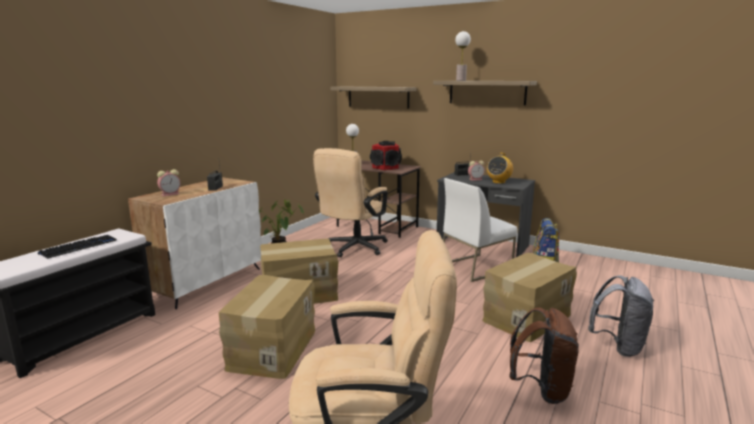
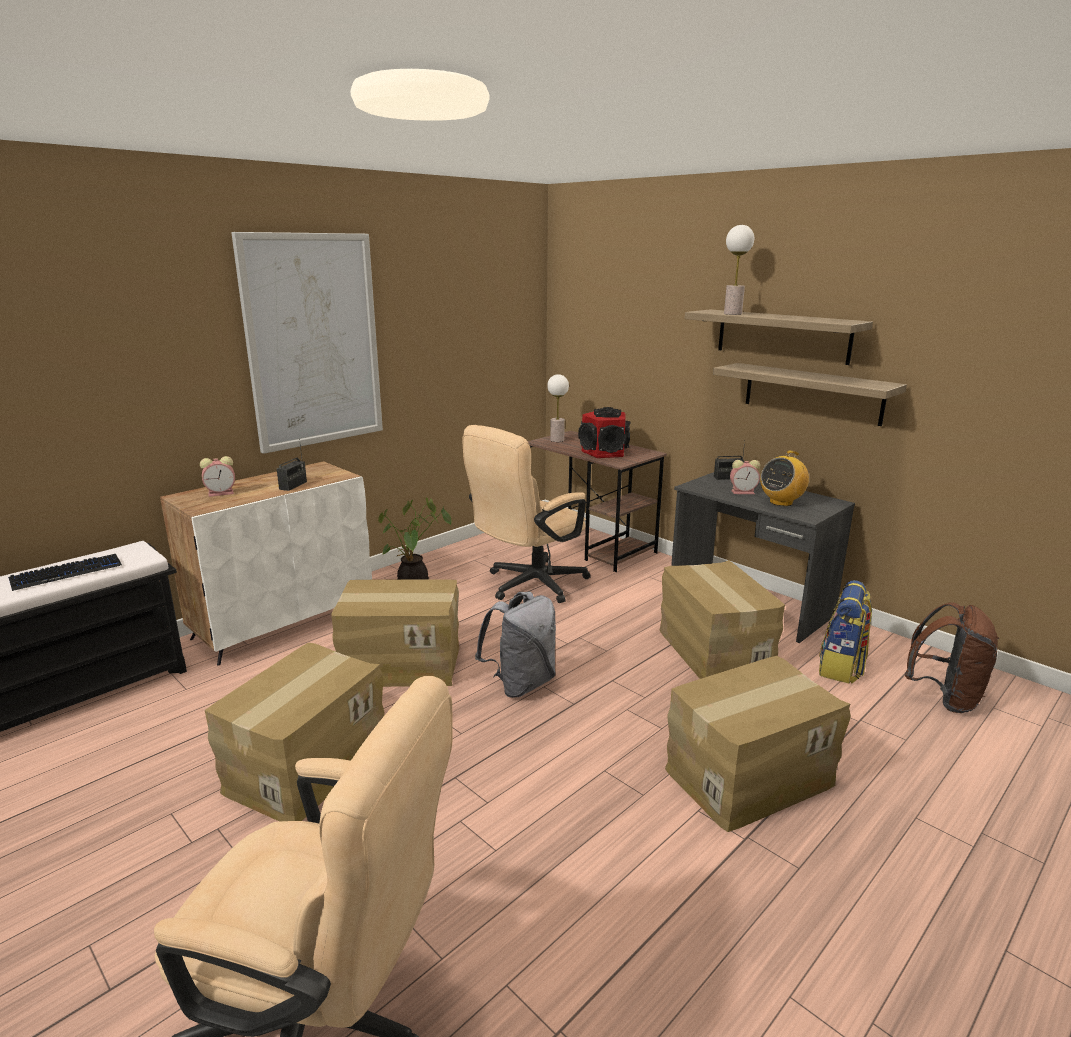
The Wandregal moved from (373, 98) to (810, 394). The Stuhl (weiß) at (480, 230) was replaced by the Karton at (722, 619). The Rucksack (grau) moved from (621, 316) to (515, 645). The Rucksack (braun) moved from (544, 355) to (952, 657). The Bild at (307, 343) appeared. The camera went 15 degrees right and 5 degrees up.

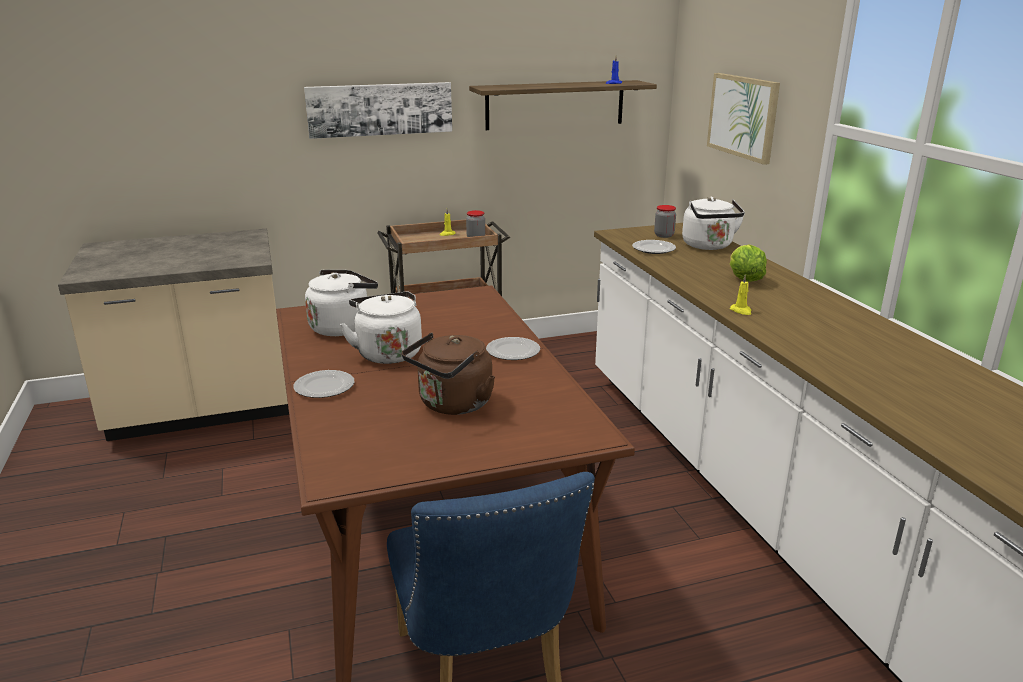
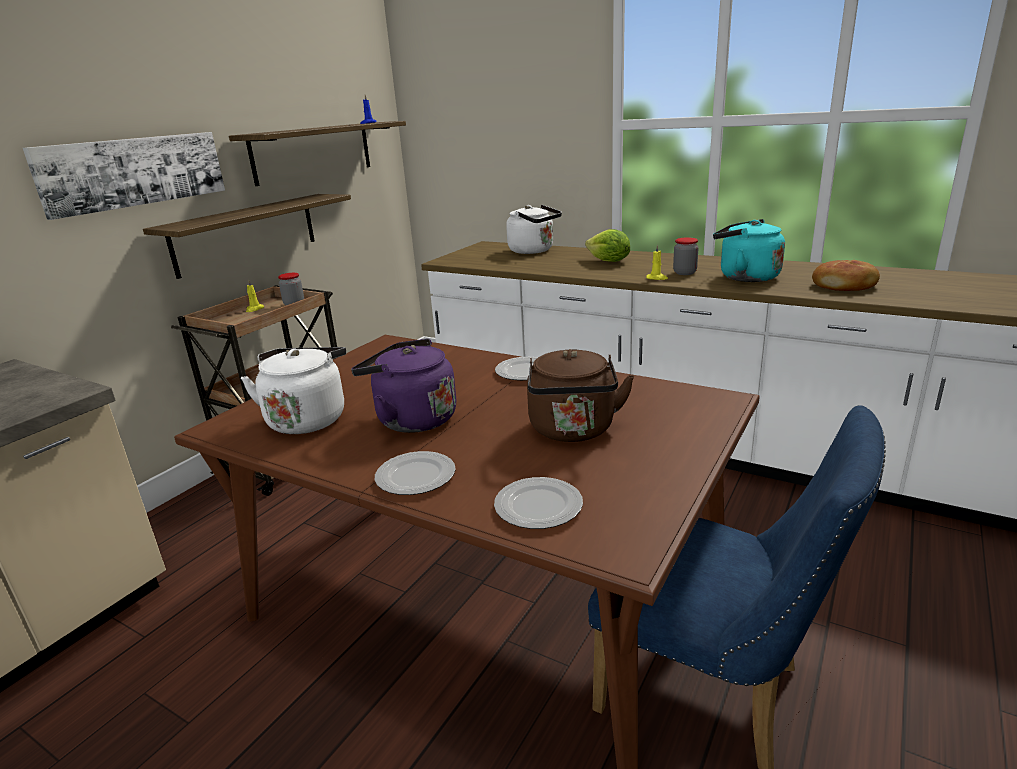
The Bild at (743, 119) disappeared. The Vorratsglas moved from (665, 221) to (686, 256). The Teller moved from (654, 247) to (538, 503). The Wasserkessel (weiß) at (381, 328) became the Wasserkessel (lila) at (403, 386). The Wandregal at (247, 236) appeared. The Wasserkessel (türkis) at (749, 250) appeared. The Brot at (846, 275) appeared. The camera went 40 degrees left and 0 degrees up.

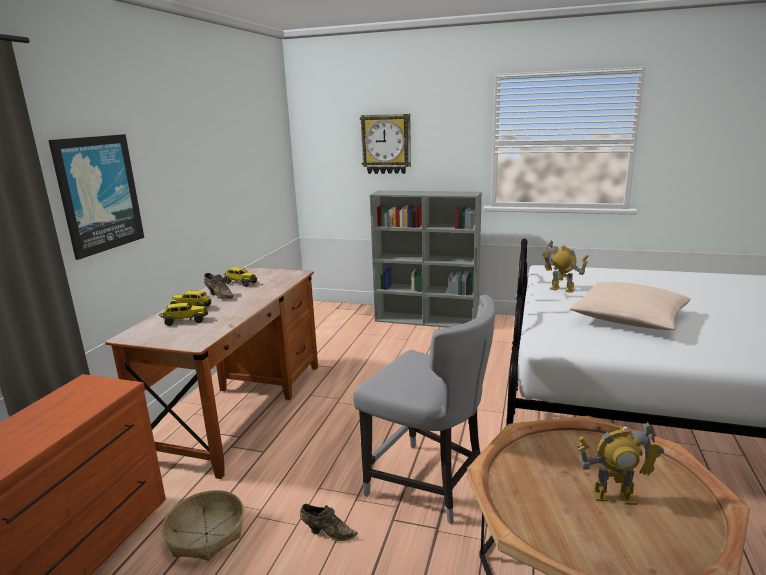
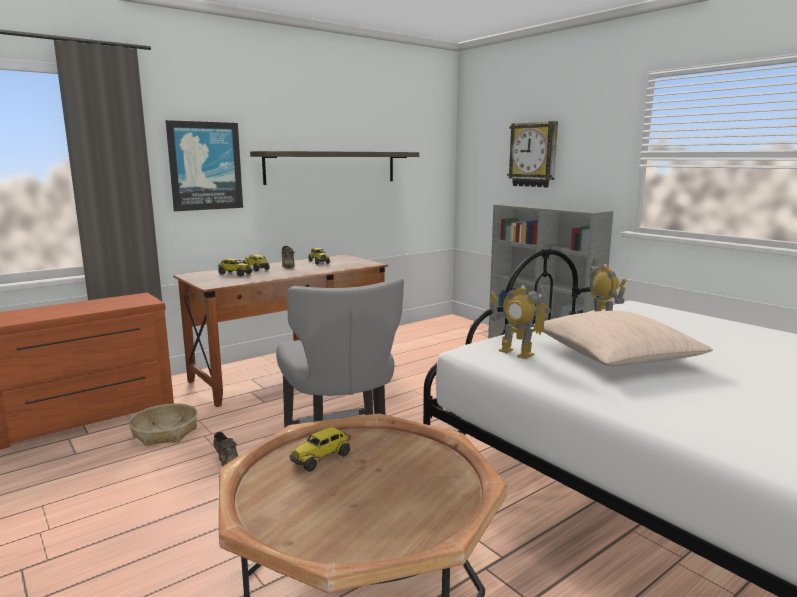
The Spielzeugroboter moved from (620, 463) to (520, 321). The Wandregal at (334, 168) appeared. The Spielzeuglaster at (320, 449) appeared. The camera went 35 degrees right and 5 degrees down.

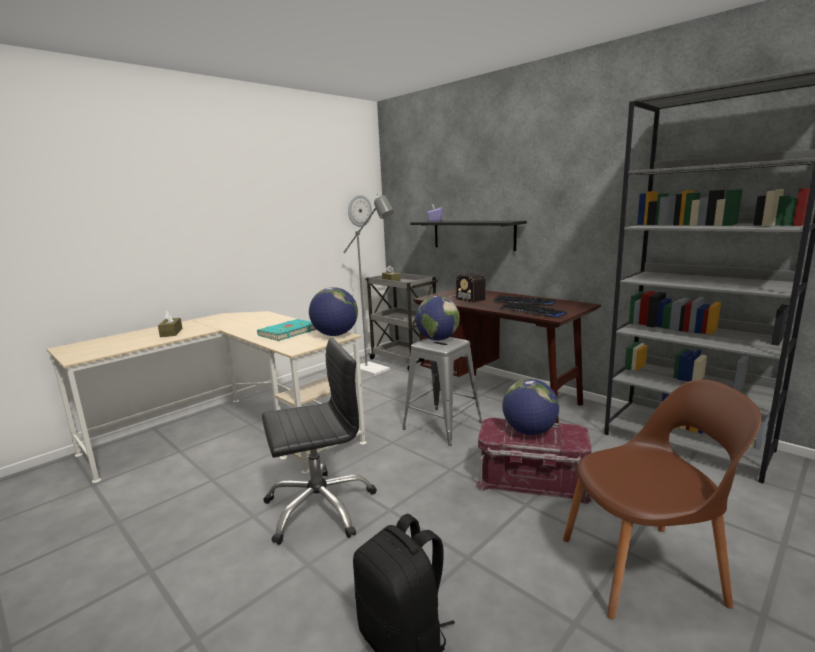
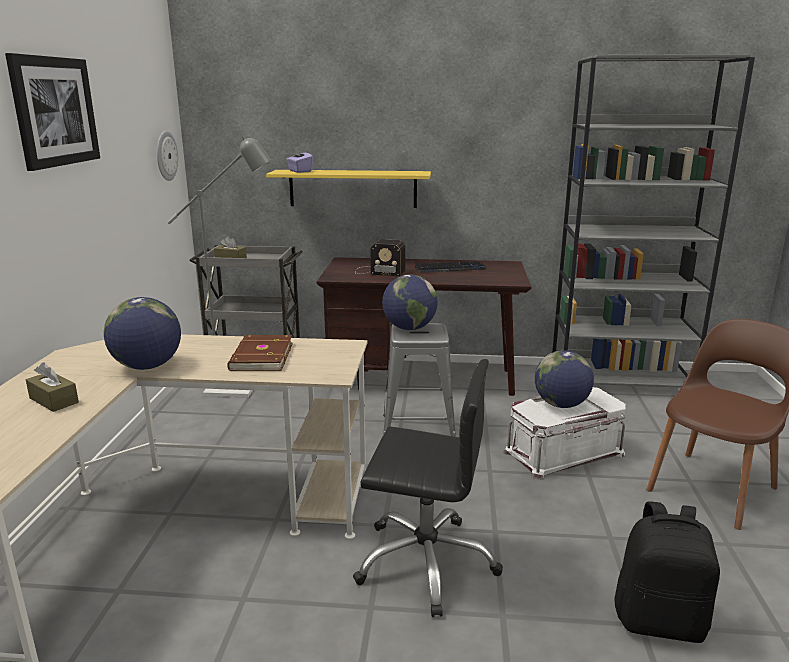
The Wandregal (schwarz) at (468, 236) became the Wandregal (gelb) at (348, 189). The Globus moved from (333, 311) to (142, 333). The Tastatur at (533, 310) disappeared. The Buch (türkis) at (287, 330) became the Buch (braun) at (260, 353). The Bürostuhl (schwarz) at (319, 441) turned 75 degrees clockwise. The Aufbewahrungsbox (rot) at (533, 461) became the Aufbewahrungsbox (weiß) at (564, 433). The Bild at (52, 112) appeared. The camera went 40 degrees left and 5 degrees up.

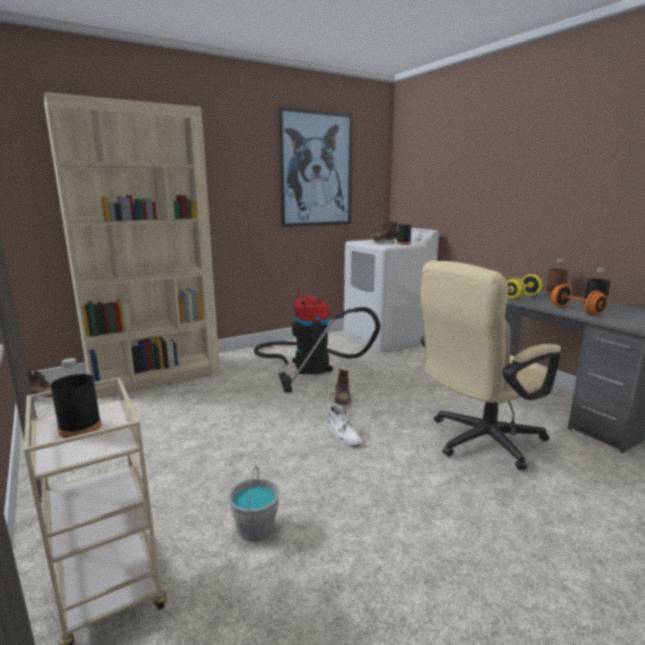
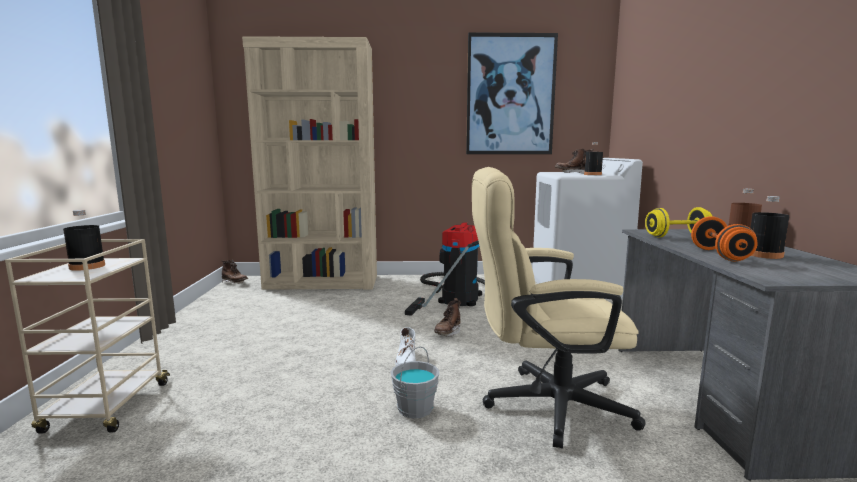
The Eimer (grau) moved from (254, 504) to (415, 382). The camera went 30 degrees right and 5 degrees down.

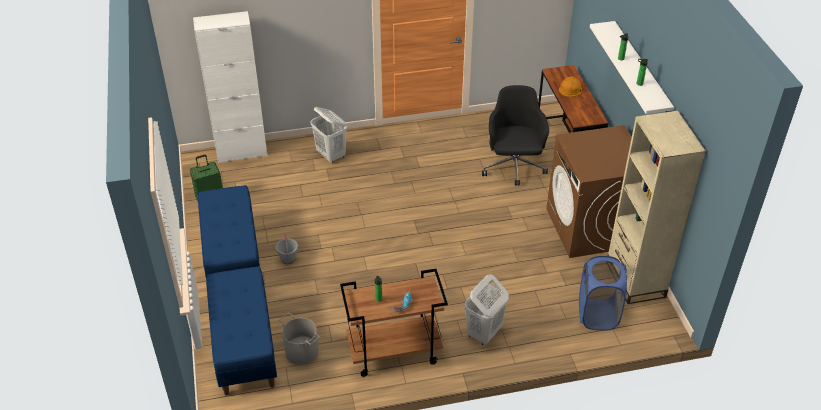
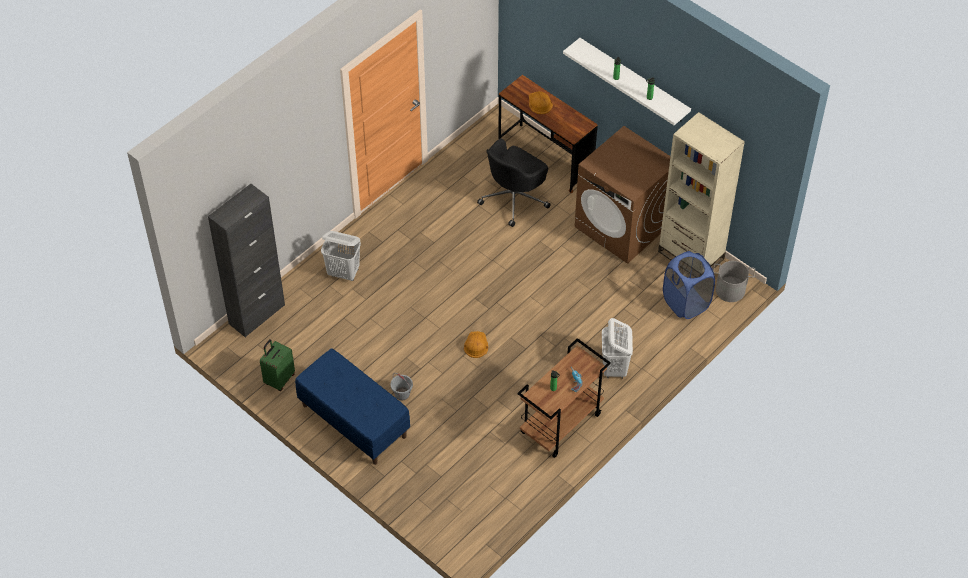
The Schrank (weiß) at (230, 87) became the Schrank (schwarz) at (246, 261). The Bürostuhl (schwarz) at (515, 135) turned 105 degrees counterclockwise. The Bank (blau) at (241, 331) disappeared. The Eimer (grau) moved from (299, 339) to (734, 281). The Schutzhelm (orange) at (476, 344) appeared. The camera went 35 degrees left and 10 degrees up.

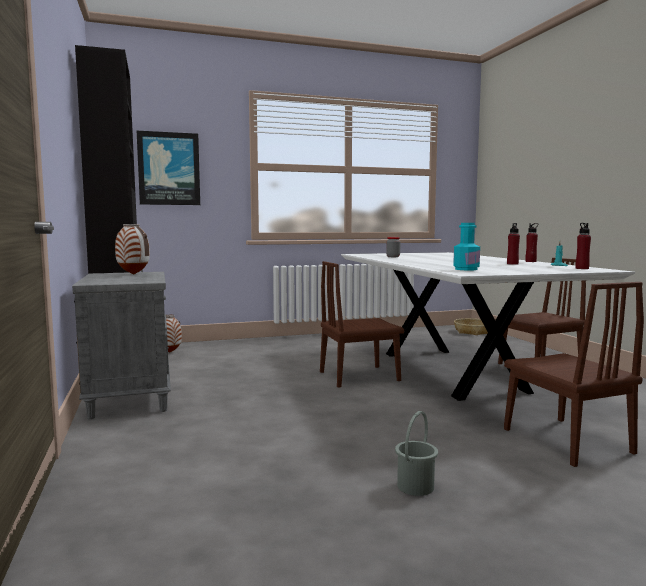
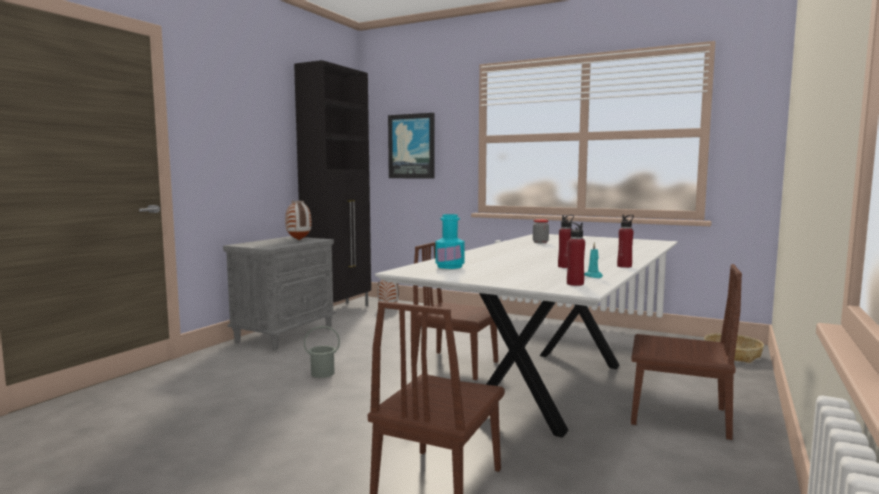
The Eimer (grau) moved from (416, 453) to (322, 352). The camera went 45 degrees right and 0 degrees up.

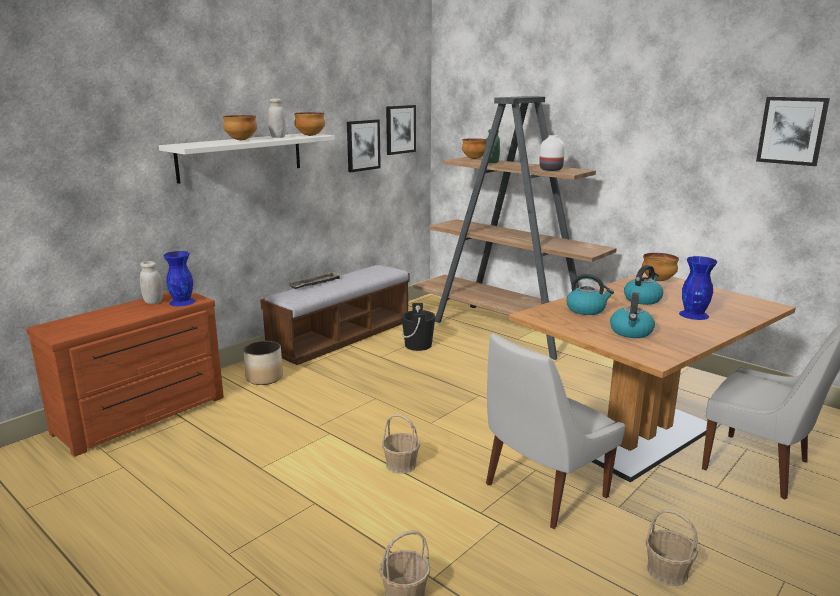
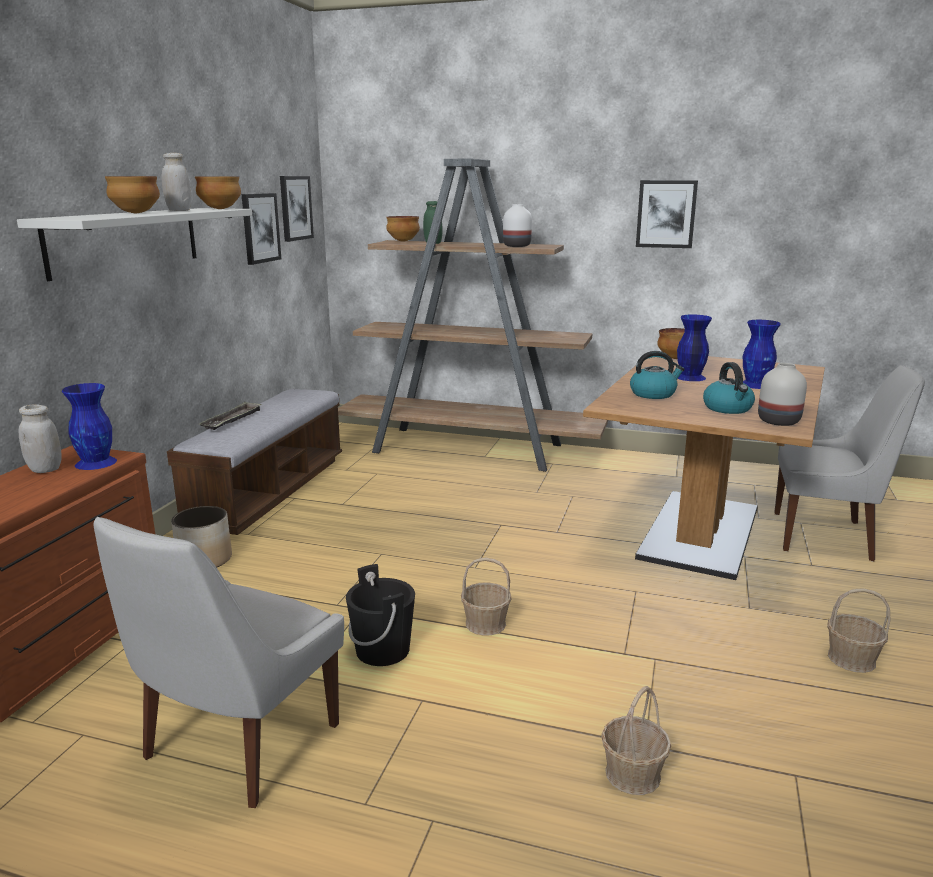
The Bild moved from (793, 131) to (667, 214). The Wasserkessel at (643, 285) was replaced by the Vase (blau) at (694, 348). The Eimer (schwarz) moved from (418, 327) to (380, 615). The Stuhl (weiß) moved from (555, 431) to (218, 662). The Vase (weiß) at (782, 394) appeared. The camera went 25 degrees left and 0 degrees up.

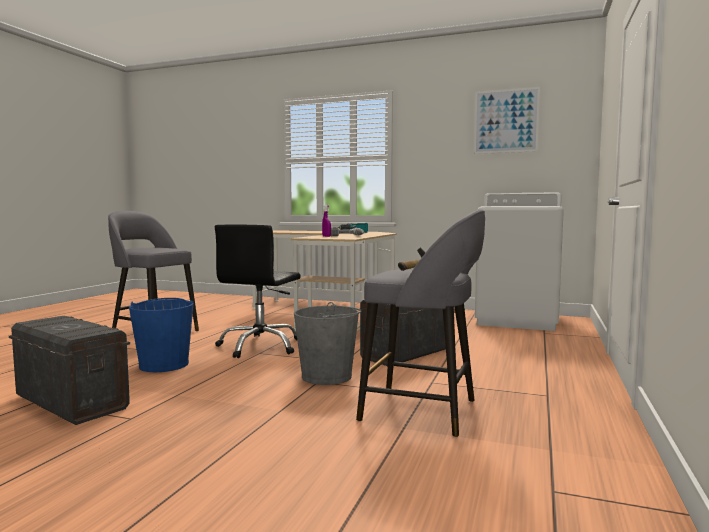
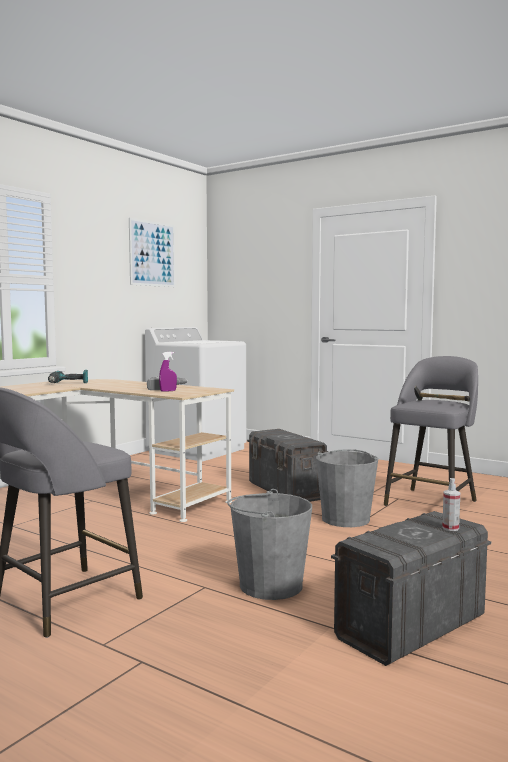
The Bürostuhl (schwarz) at (258, 291) disappeared. The Eimer (blau) at (161, 335) became the Eimer (grau) at (269, 544). The Sprühflasche at (451, 504) appeared. The camera went 75 degrees left and 0 degrees up.

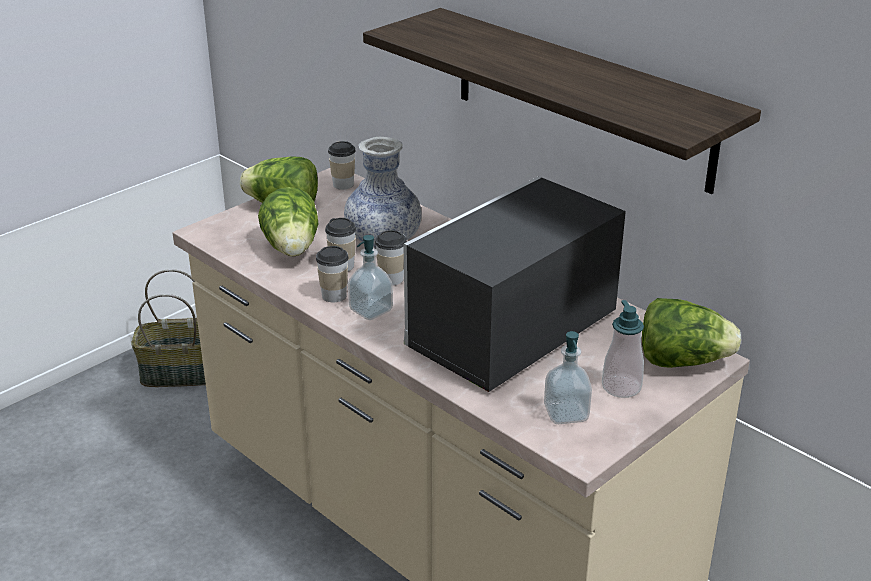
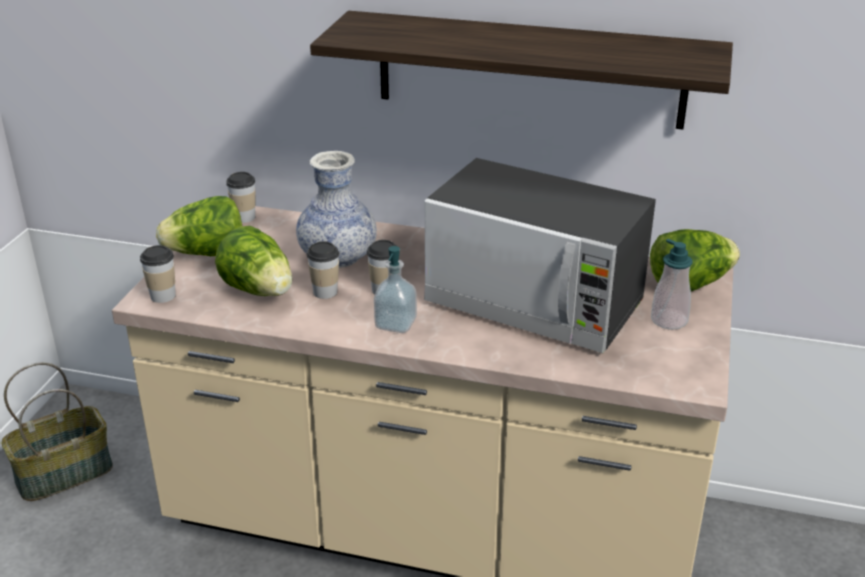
The Mikrowelle at (514, 284) turned 75 degrees counterclockwise. The Tasse moved from (332, 274) to (158, 274). The Seifenspender at (568, 377) disappeared. The camera went 30 degrees left and 0 degrees up.

